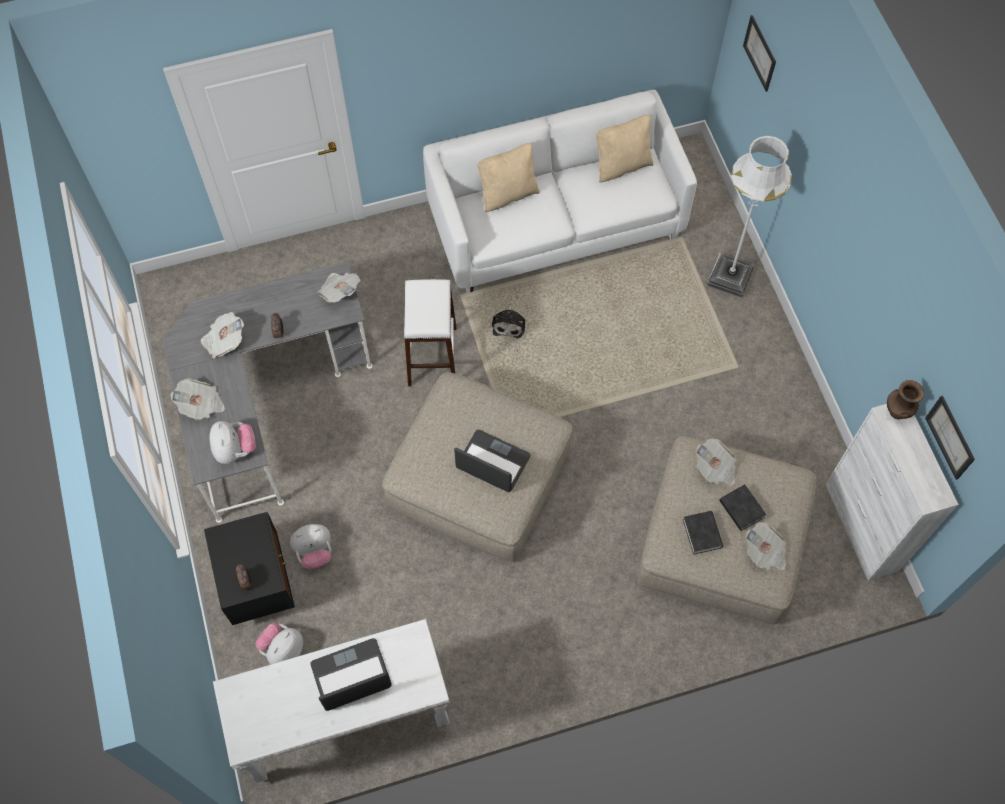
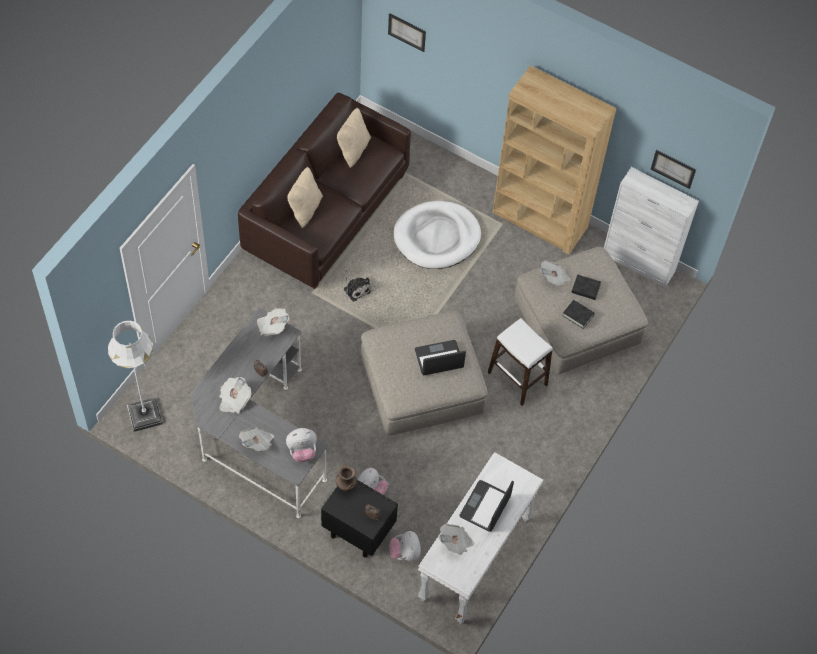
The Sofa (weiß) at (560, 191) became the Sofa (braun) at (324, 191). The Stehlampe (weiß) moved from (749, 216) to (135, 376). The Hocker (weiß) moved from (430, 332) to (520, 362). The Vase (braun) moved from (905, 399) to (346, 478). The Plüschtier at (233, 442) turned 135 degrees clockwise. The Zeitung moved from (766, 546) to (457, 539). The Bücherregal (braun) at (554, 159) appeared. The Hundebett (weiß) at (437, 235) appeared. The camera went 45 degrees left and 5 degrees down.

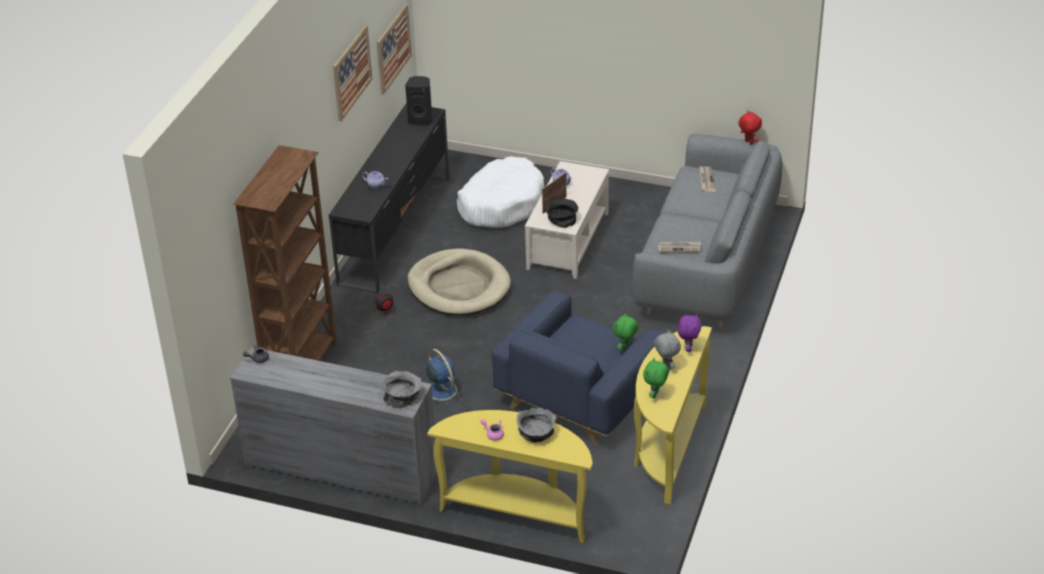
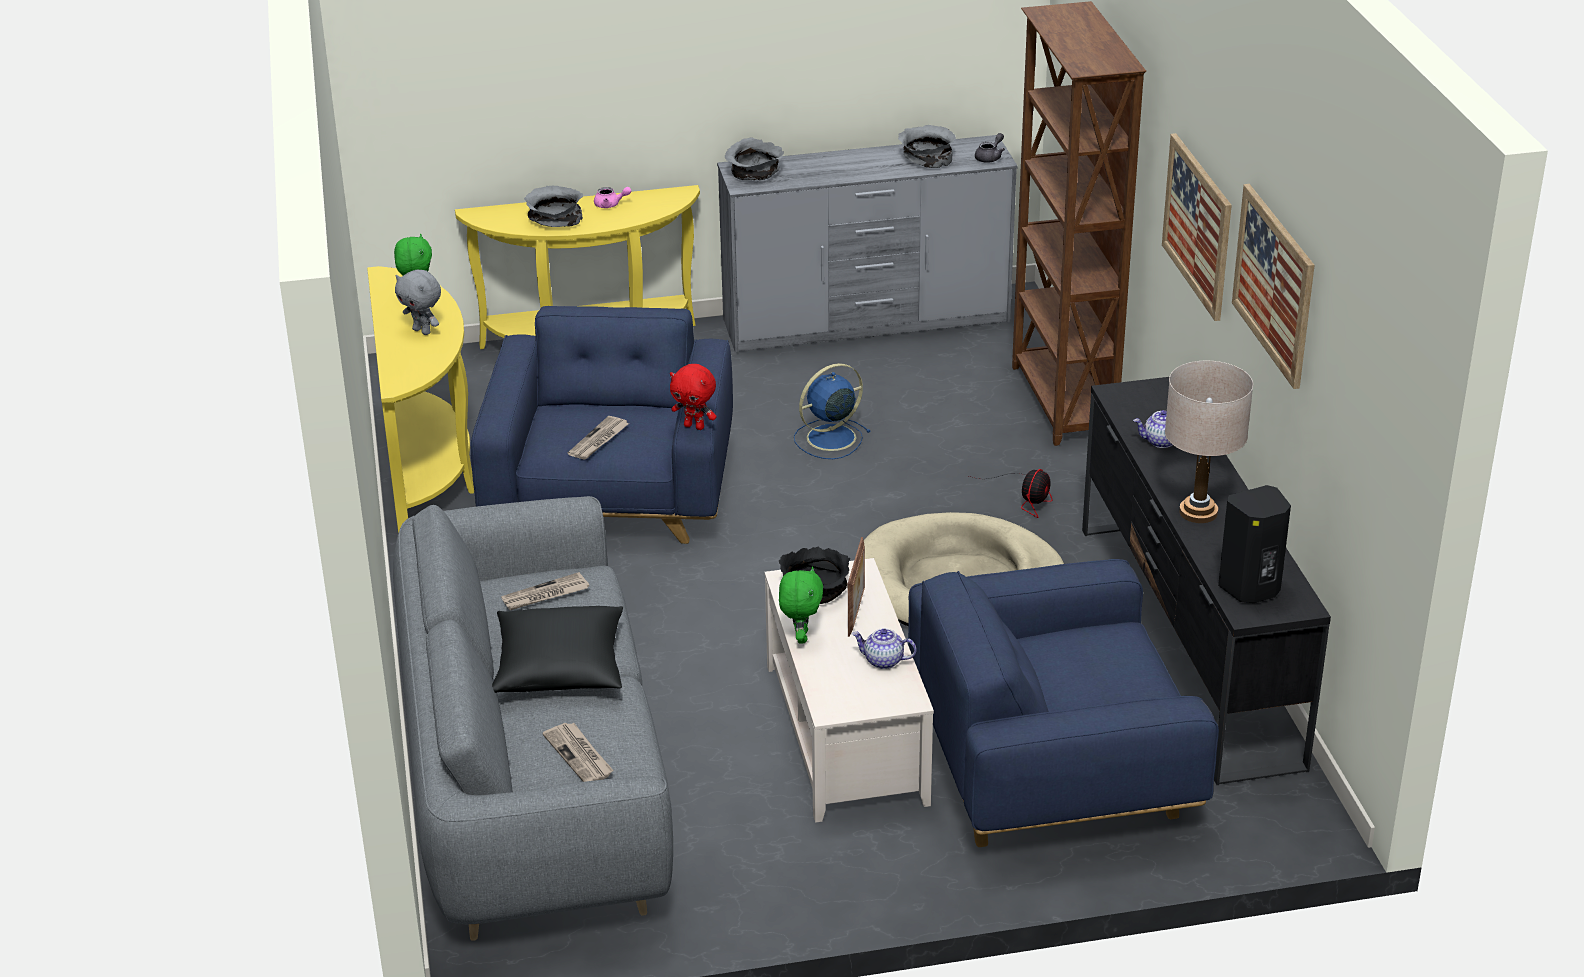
The Bild moved from (394, 49) to (1197, 227). The Plüschtier (rot) moved from (750, 127) to (693, 397). The Hundebett (weiß) at (500, 192) was replaced by the Sessel (blau) at (1063, 703). The Plüschtier (grün) moved from (626, 332) to (801, 604). The Plüschtier (lila) at (690, 333) disappeared. The Ventilator (blau) at (444, 377) turned 120 degrees clockwise. The Schüssel (grau) at (927, 146) appeared. The Tischlampe (beige) at (1209, 442) appeared. The Zeitung at (598, 438) appeared. The Kissen (schwarz) at (557, 649) appeared. The camera went 150 degrees right and 5 degrees down.

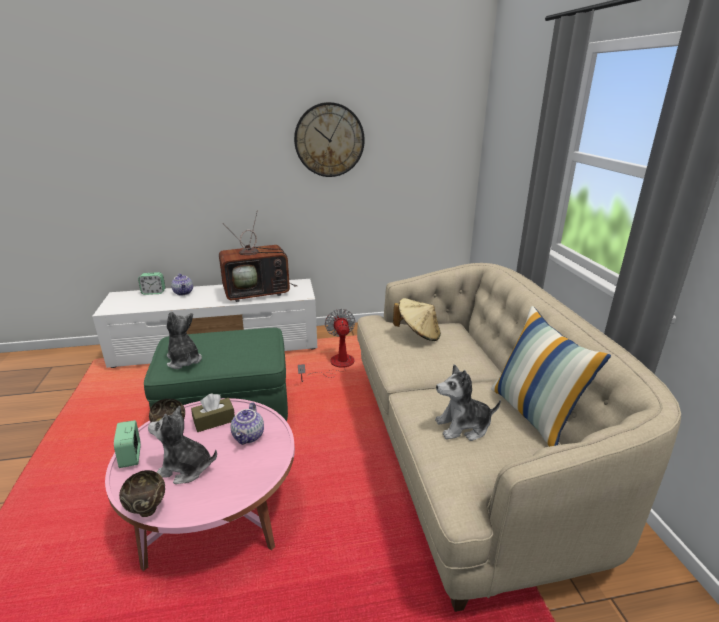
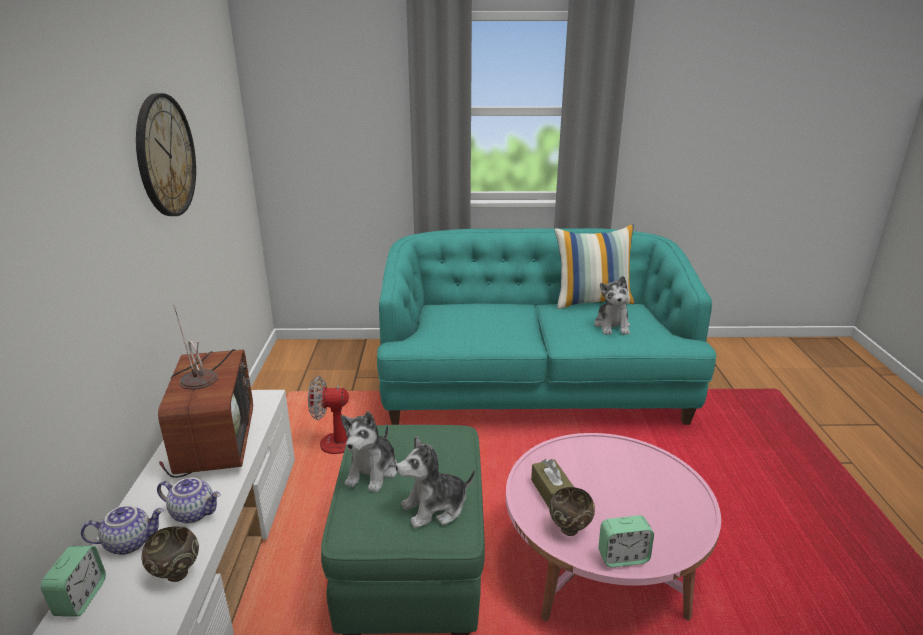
The Sofa (beige) at (519, 437) became the Sofa (türkis) at (546, 326). The Hut (beige) at (417, 319) disappeared. The Teekanne moved from (247, 423) to (188, 501). The Plüschtier moved from (182, 445) to (369, 452). The Schüssel (braun) moved from (142, 493) to (170, 554). The camera went 80 degrees left and 0 degrees up.

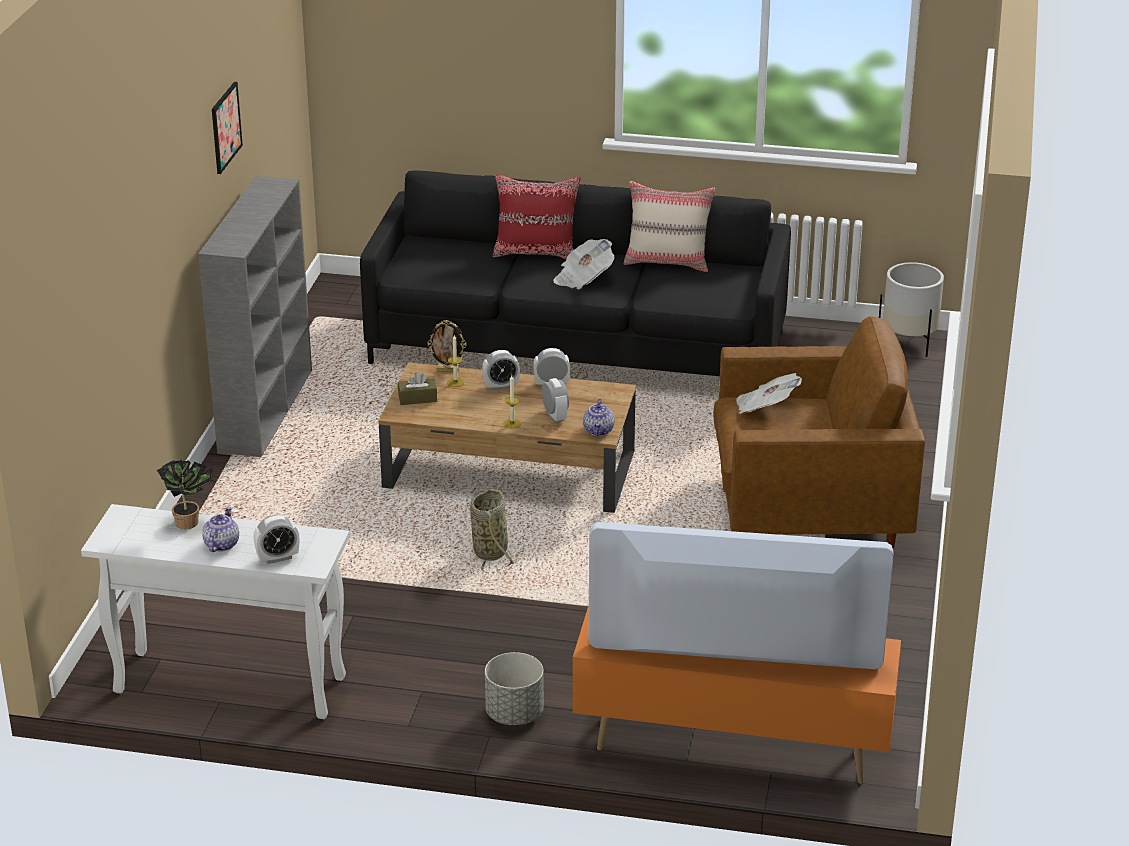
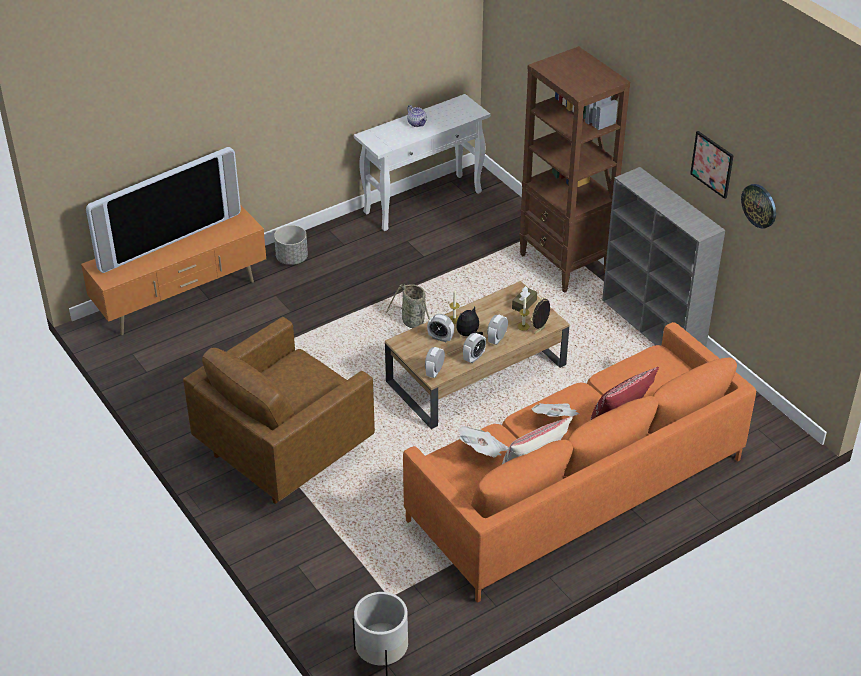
The Sofa (schwarz) at (575, 273) became the Sofa (orange) at (579, 462). The Zeitung moved from (769, 393) to (483, 442). The Teekanne at (598, 417) disappeared. The Topfpflanze at (185, 494) disappeared. The Wecker moved from (276, 539) to (435, 362). The Bücherregal (braun) at (574, 169) appeared. The Wanduhr at (758, 206) appeared. The Plüschtier at (469, 322) appeared. The camera went 135 degrees right and 10 degrees up.

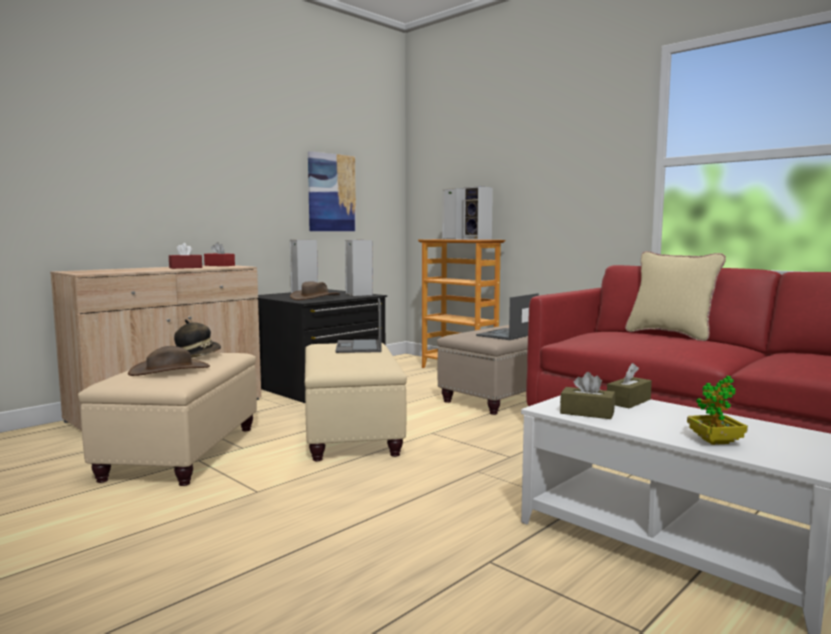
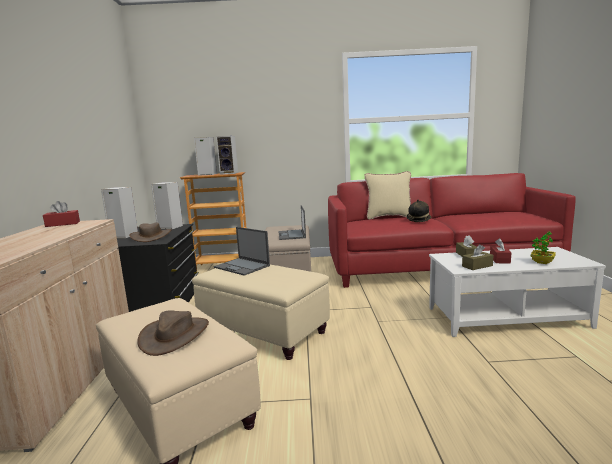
The Bild at (332, 191) disappeared. The Taschentuchbox (rot) moved from (185, 256) to (500, 251). The Hut moved from (197, 338) to (419, 211). The camera went 45 degrees left and 5 degrees up.

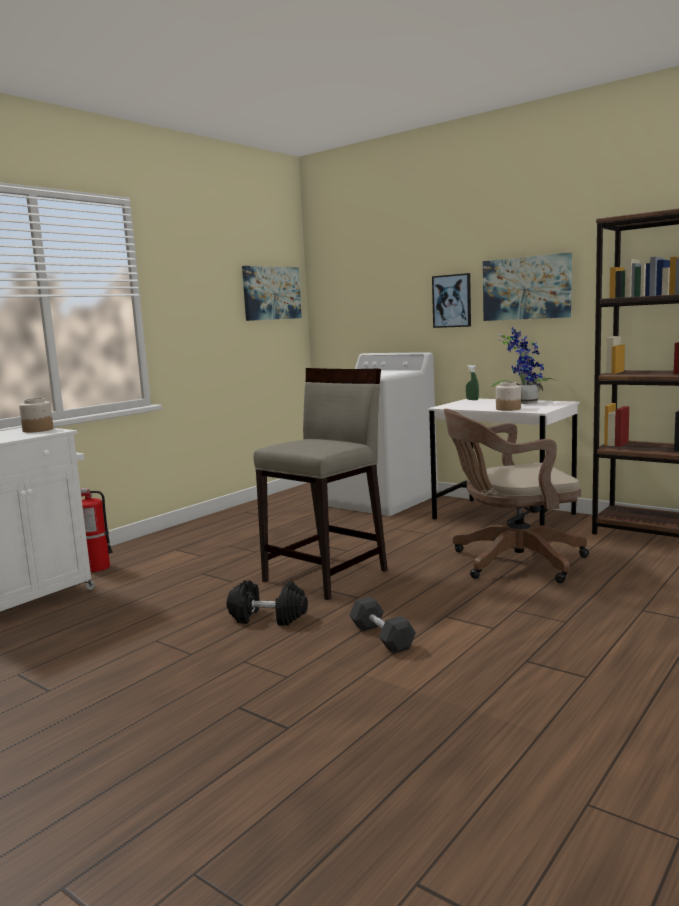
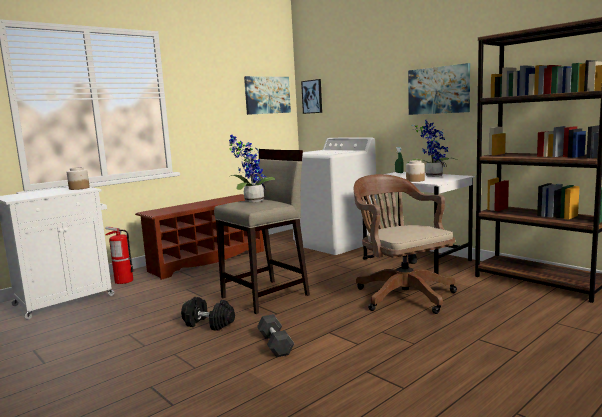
The Bild moved from (451, 300) to (311, 96). The Bürostuhl (braun) at (516, 496) turned 60 degrees clockwise. The Topfpflanze at (252, 168) appeared. The Schuhregal (braun) at (199, 237) appeared. The camera went 10 degrees right and 0 degrees up.

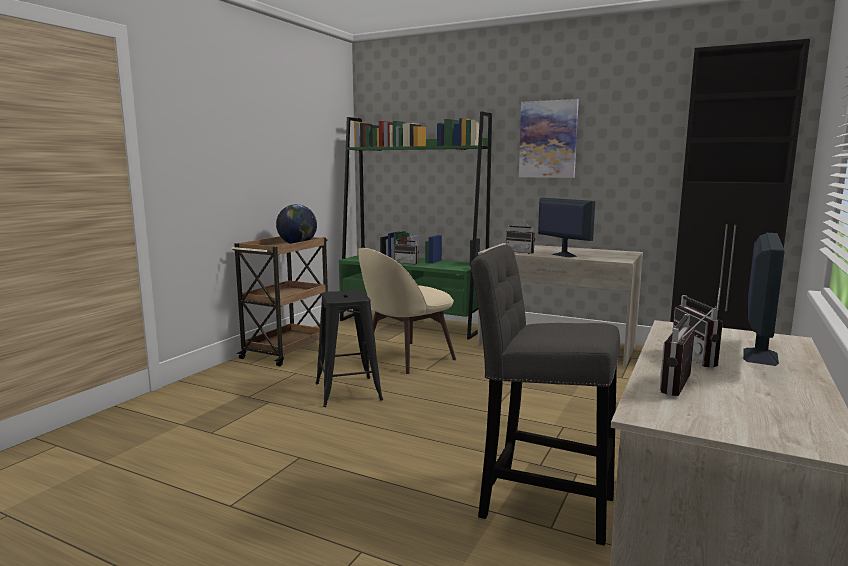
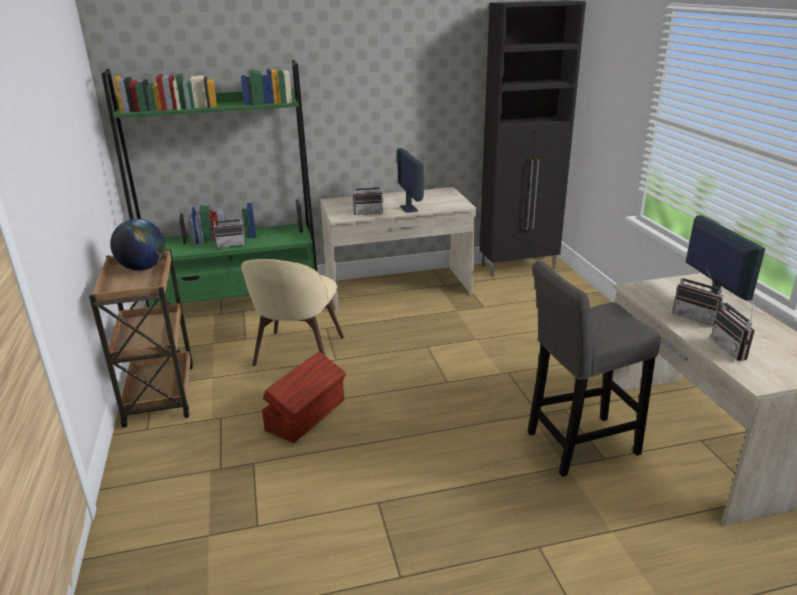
The Bild at (549, 138) disappeared. The Monitor at (566, 227) turned 120 degrees counterclockwise. The Hocker (schwarz) at (349, 348) was replaced by the Aufbewahrungsbox (braun) at (304, 397). The camera went 40 degrees left and 15 degrees up.

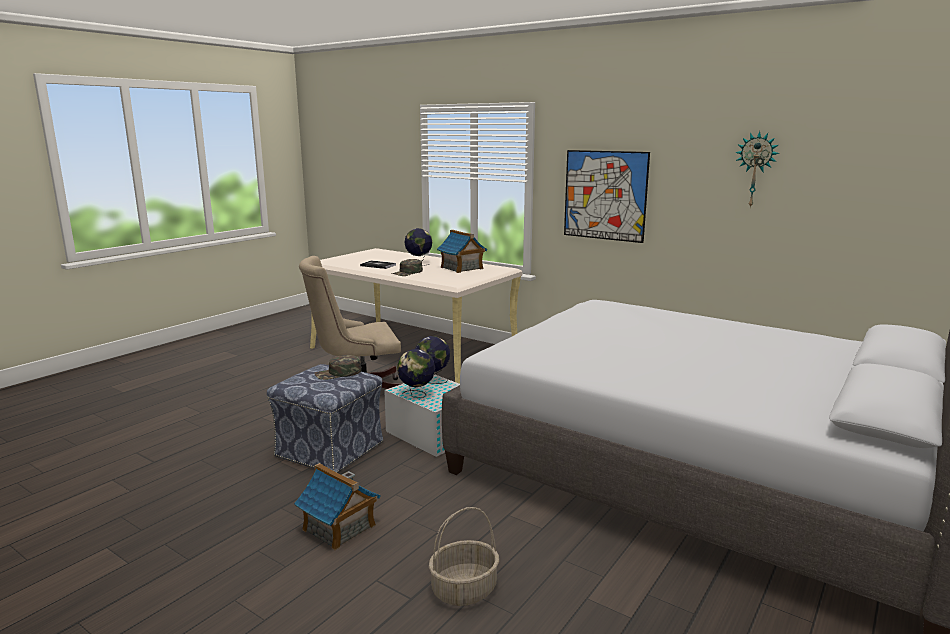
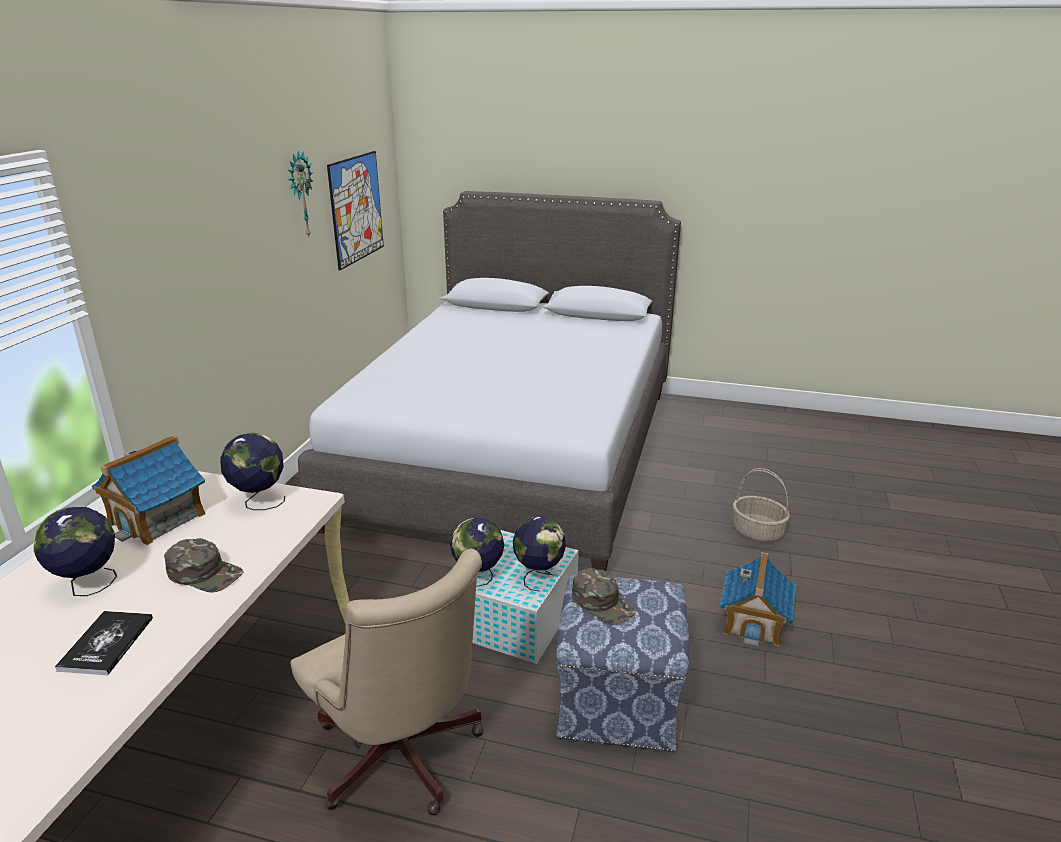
The Bild moved from (607, 196) to (355, 210). The Globus at (252, 471) appeared. The camera went 110 degrees left and 10 degrees up.

